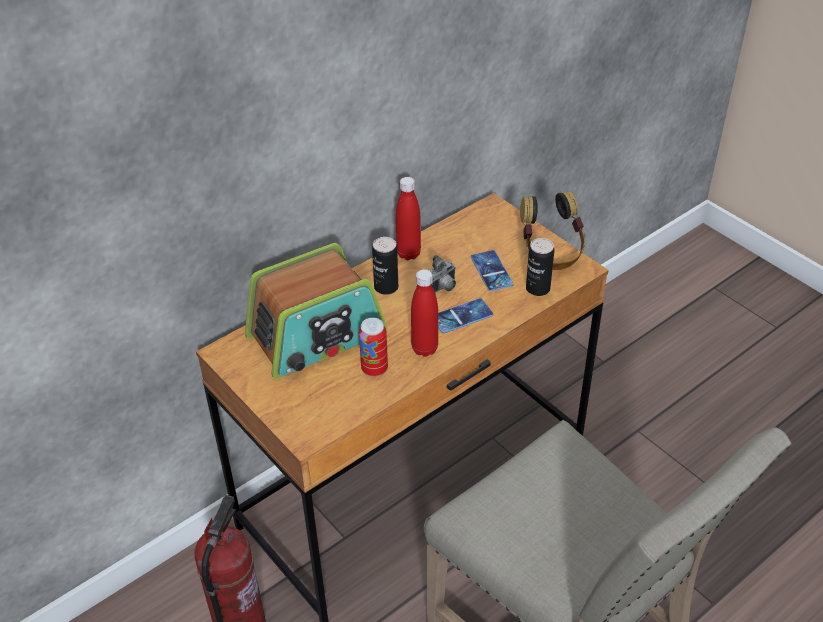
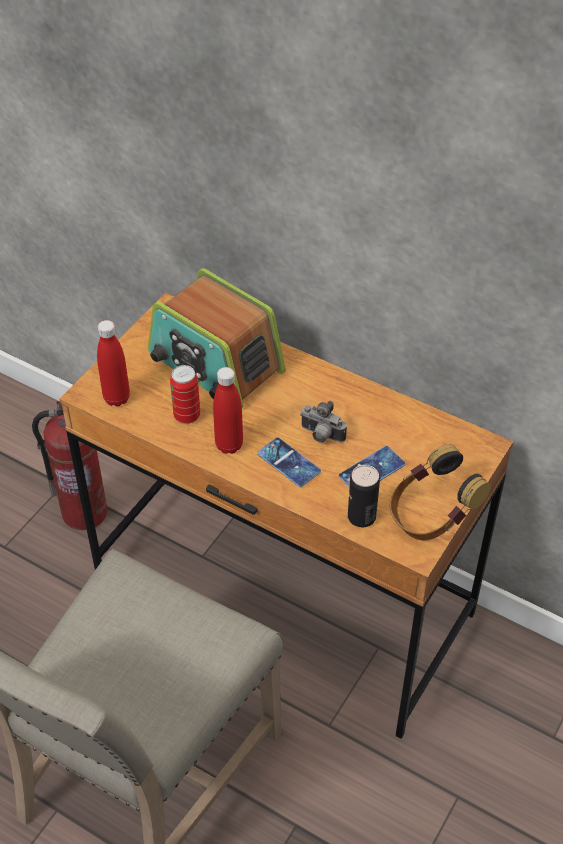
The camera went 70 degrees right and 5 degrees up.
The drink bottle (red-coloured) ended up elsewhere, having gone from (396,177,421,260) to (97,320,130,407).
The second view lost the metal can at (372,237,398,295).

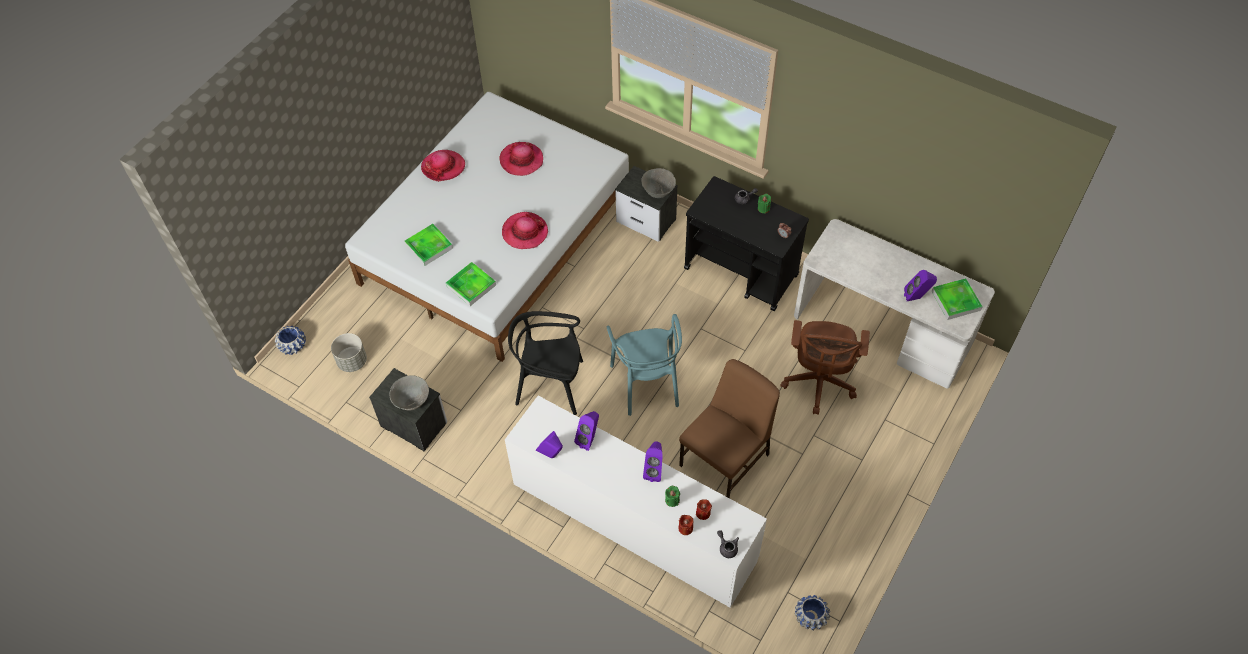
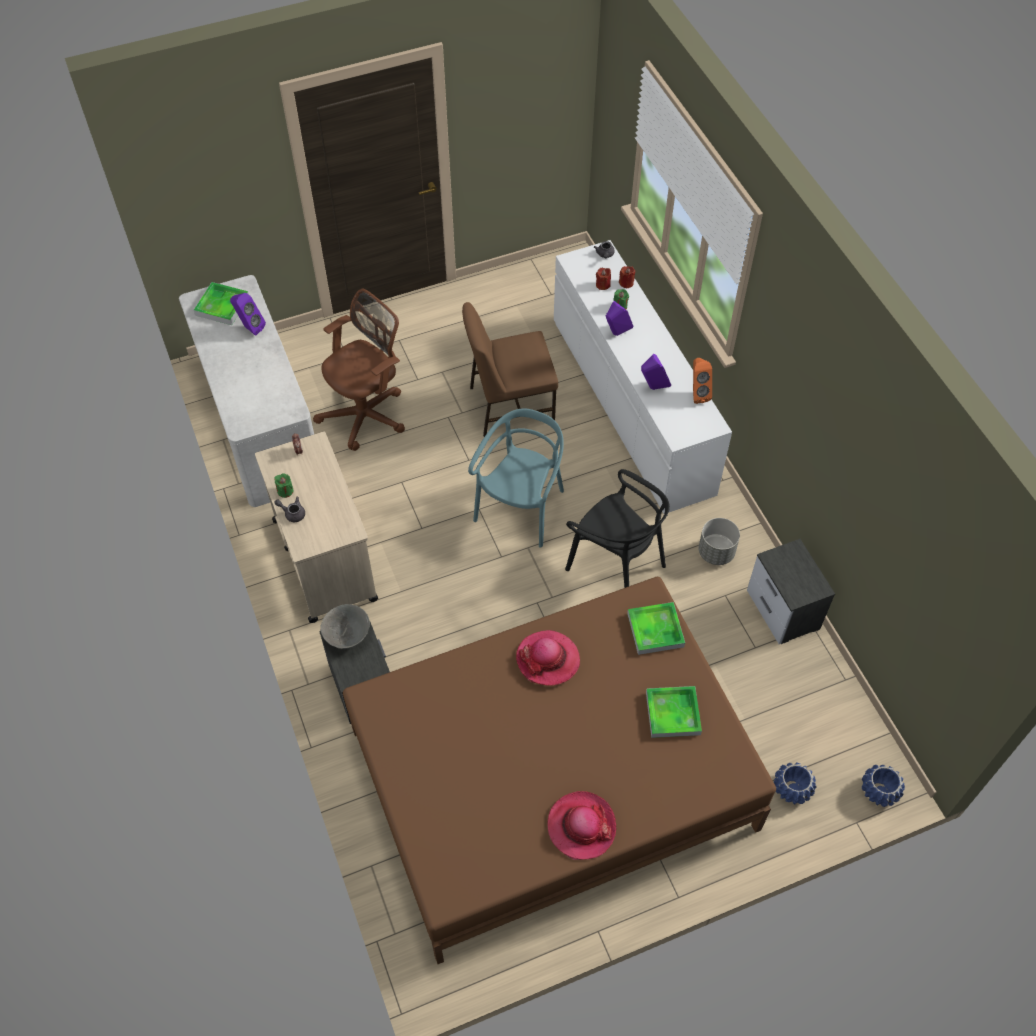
The camera went 145 degrees left and 0 degrees up.
What was the cart (black-coloured) at (684,176,809,311) turned into the cart (beige) at (255,432,378,623).
What was the sleeping bed (white) at (345,92,629,362) turned into the sleeping bed (brown-coloured) at (343,577,776,964).
What was the audio speaker (purple-coloured) at (536,431,563,458) turned into the audio speaker (orange-coloured) at (693,358,712,404).
The plant pot (grey) ended up elsewhere, having gone from (331,333,367,372) to (698,518,740,565).
The plant pot (blue) ended up elsewhere, having gone from (795,595,830,631) to (774,763,817,804).
The second view lost the serving bowl (grey) at (390,375,429,411).
The second view lost the clothing hat at (500,142,543,176).

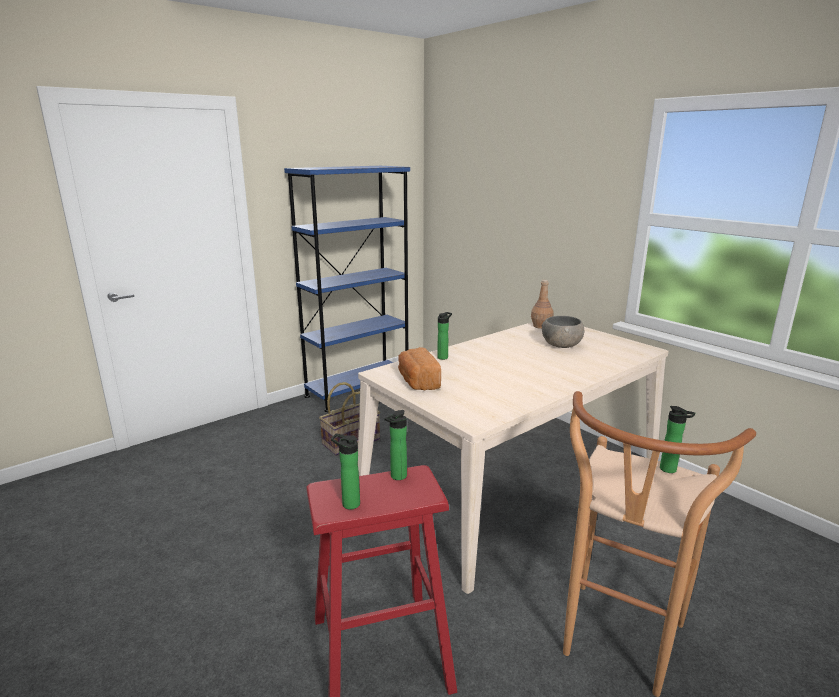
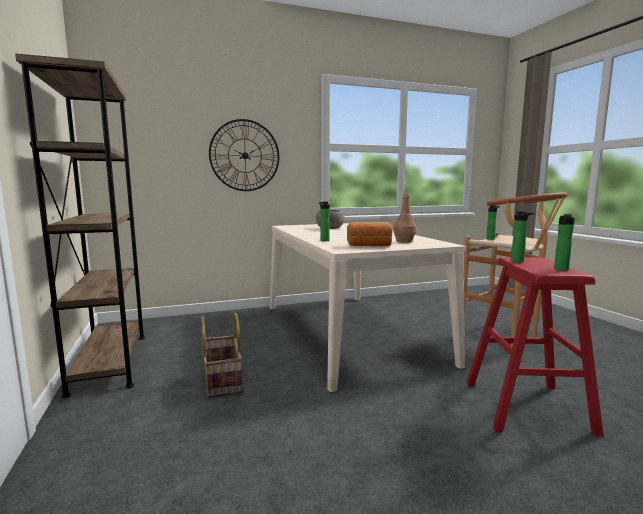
The camera went 70 degrees left and 10 degrees down.
What was the bookshelf (blue) at (284,166,410,412) turned into the bookshelf (brown-coloured) at (15,53,145,398).
The second view gained the wall clock at (209,119,279,191).
The drink bottle (brown-coloured) ended up elsewhere, having gone from (531,280,554,329) to (393,194,416,243).

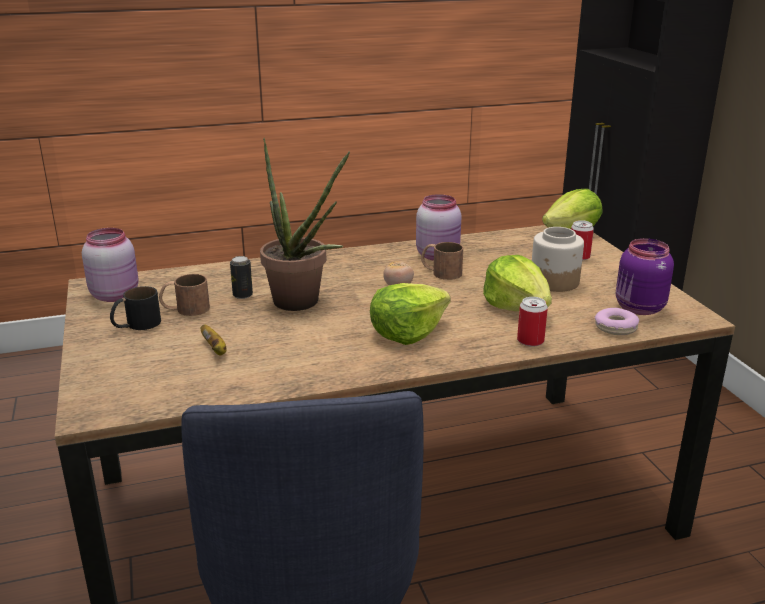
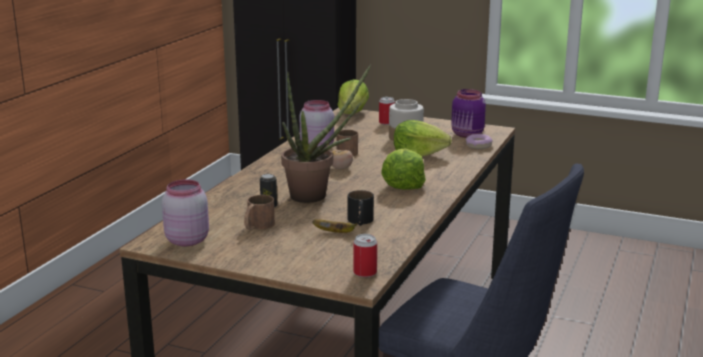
The camera went 50 degrees left and 5 degrees down.
The coffee mug (black-coloured) ended up elsewhere, having gone from (110,286,161,330) to (348,190,374,226).
The metal can ended up elsewhere, having gone from (517,297,548,347) to (353,234,377,277).

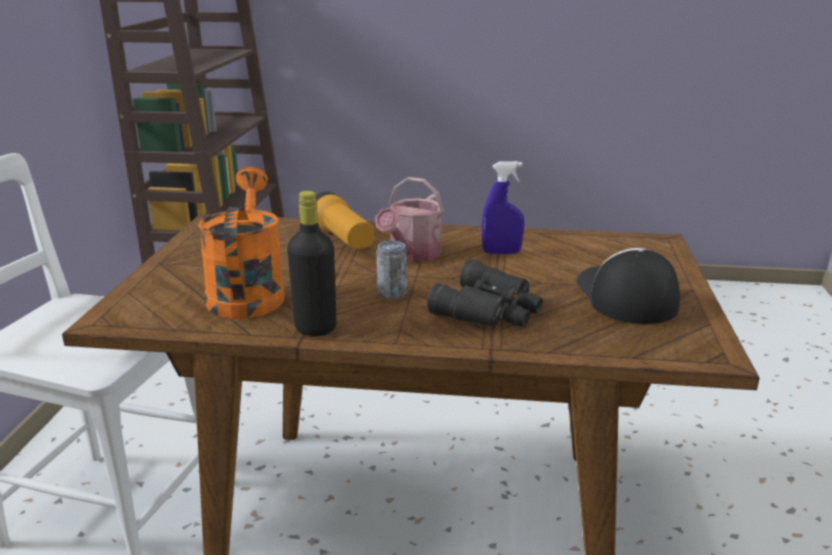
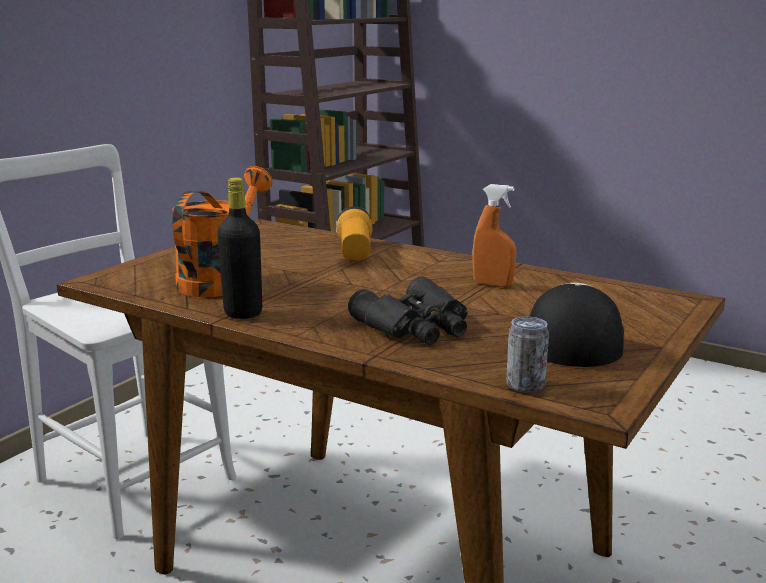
The camera went 25 degrees right and 5 degrees down.
What was the hand sprayer (blue) at (482,161,525,254) turned into the hand sprayer (orange-coloured) at (473,184,516,287).
The metal can ended up elsewhere, having gone from (377,241,407,299) to (506,317,549,393).
The second view lost the watering can at (375,177,444,262).

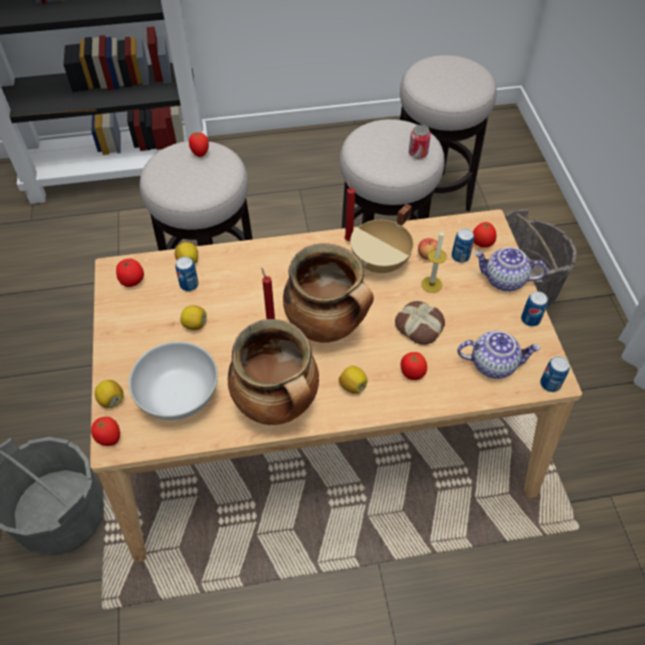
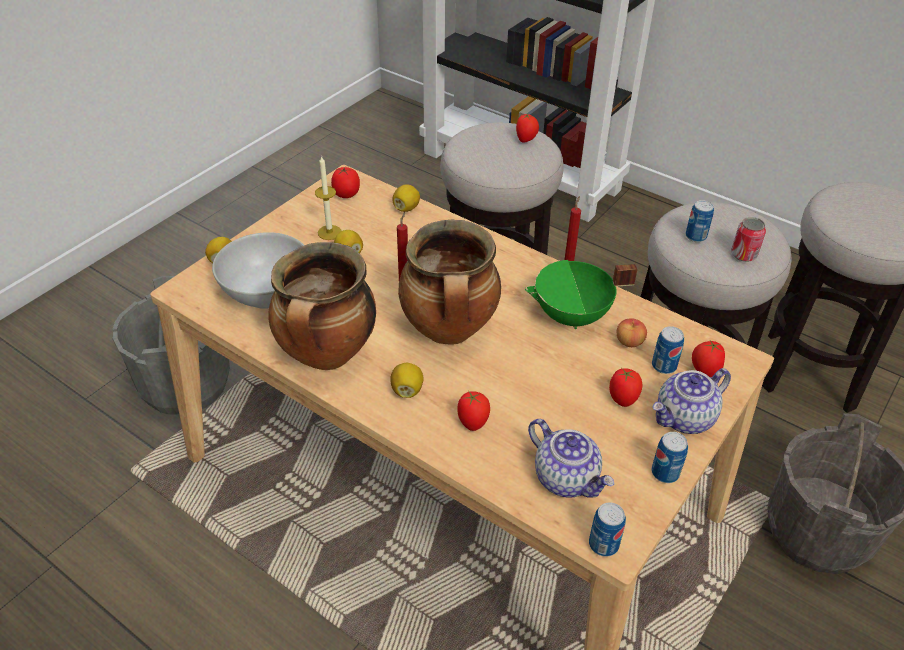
The camera went 45 degrees right and 10 degrees down.
The wax candle ended up elsewhere, having gone from (421,231,447,293) to (315,155,342,240).
What was the stockpot (beige) at (350,204,414,273) turned into the stockpot (green-coloured) at (525,260,637,329).
The whole tomato ended up elsewhere, having gone from (91,417,120,446) to (609,368,642,407).
The teapot at (474,247,547,291) ended up facing another way, 90 degrees counterclockwise from before.
The metal can ended up elsewhere, having gone from (175,257,199,291) to (685,200,714,242).
The second view lost the bakery bread at (395,301,445,345).

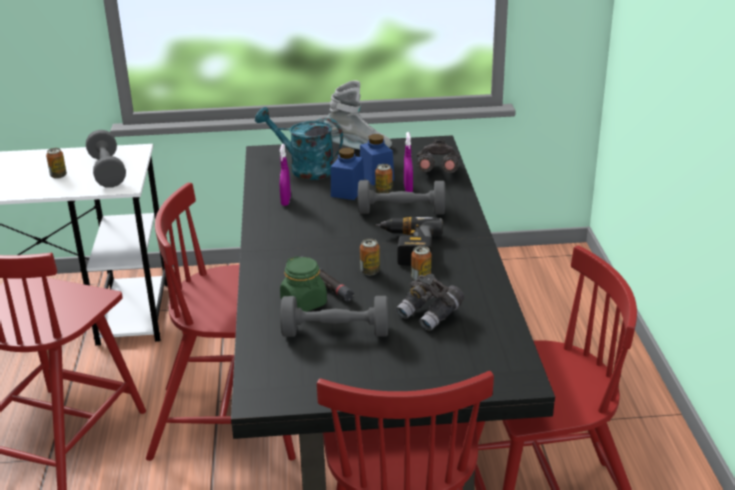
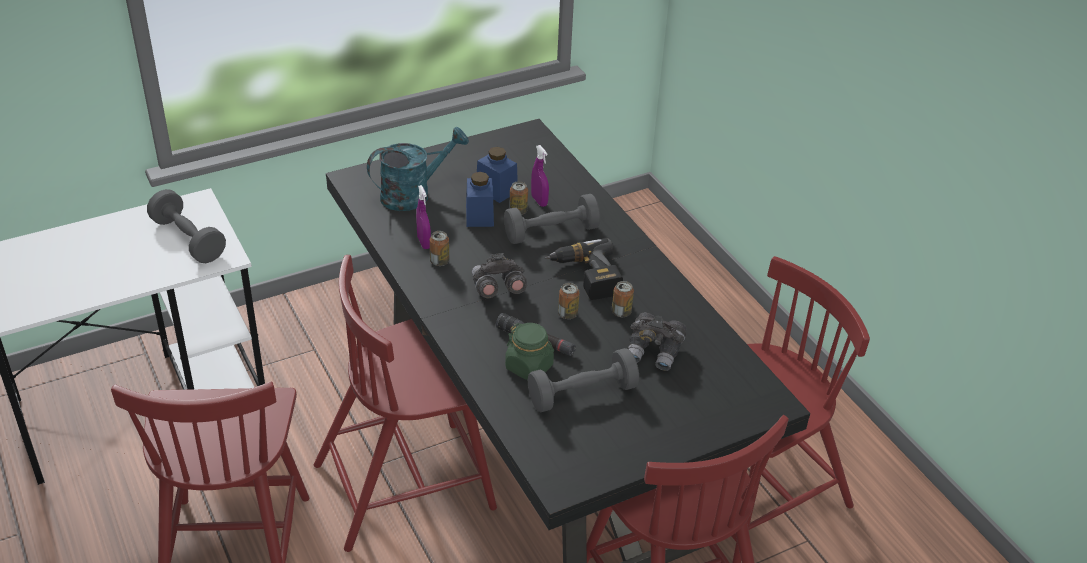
The camera went 25 degrees left and 10 degrees up.
The watering can (turquoise) at (255,107,343,180) ended up facing another way, 150 degrees clockwise from before.
The metal can ended up elsewhere, having gone from (46,148,67,179) to (430,231,449,266).
The pair of binoculars (grey) ended up elsewhere, having gone from (416,139,460,173) to (472,253,527,298).
The second view lost the tall boot (grey) at (324,80,392,149).

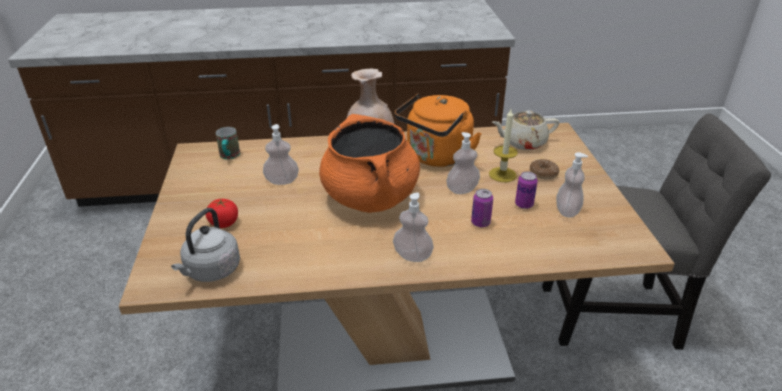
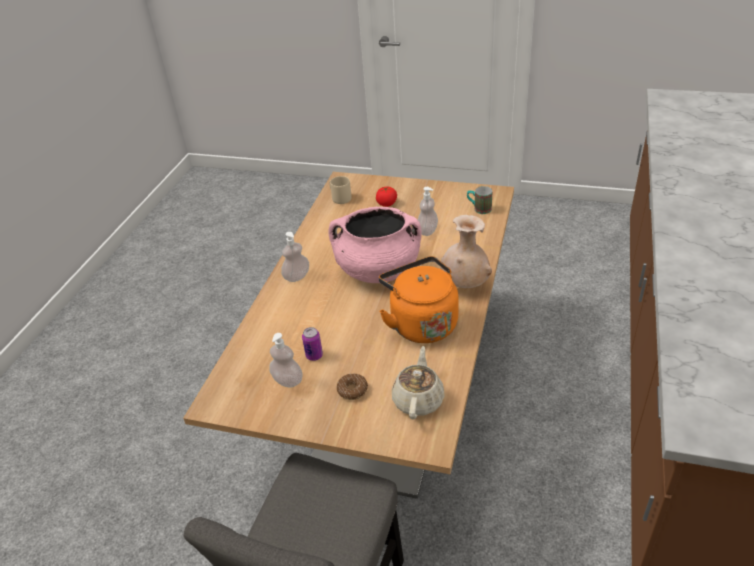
The camera went 115 degrees right and 5 degrees up.
What was the stockpot (orange-coloured) at (319,114,420,213) turned into the stockpot (pink-coloured) at (328,207,422,283).
Where the kettle (grey) stood at (171,208,240,282), the coffee mug (beige) came to stand at (330,176,352,204).
The second view lost the soap bottle at (446,132,480,194).
The second view lost the metal can at (471,189,493,227).
The second view lost the wax candle at (489,109,518,182).

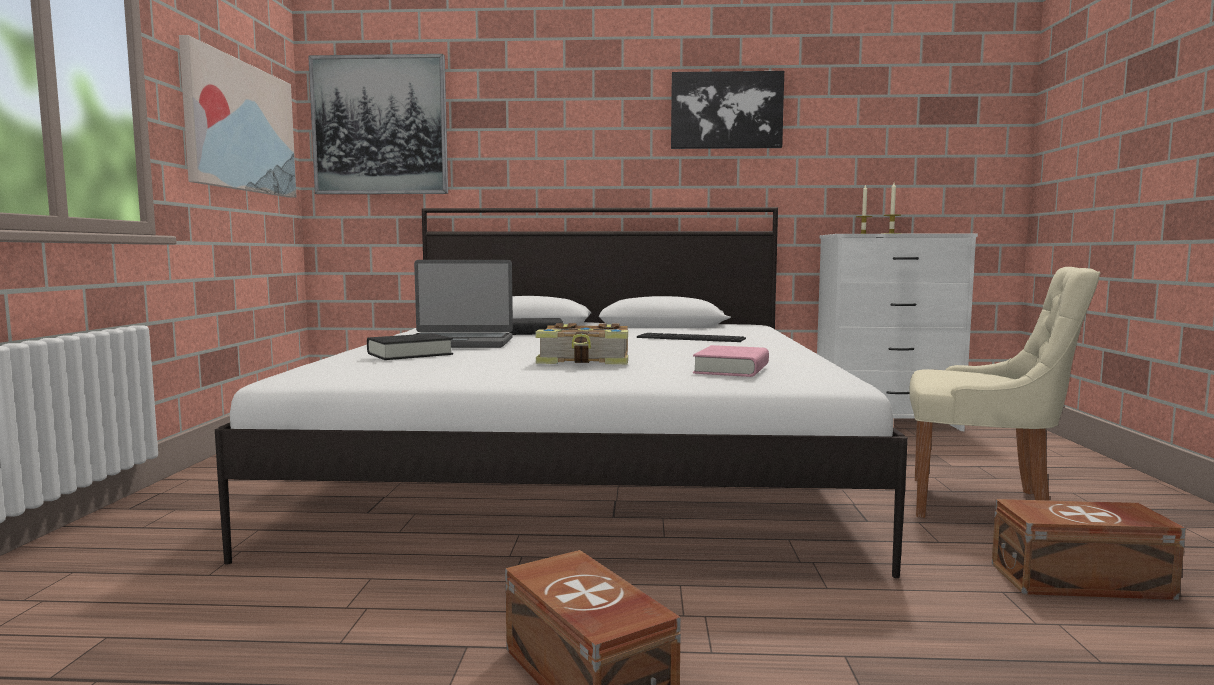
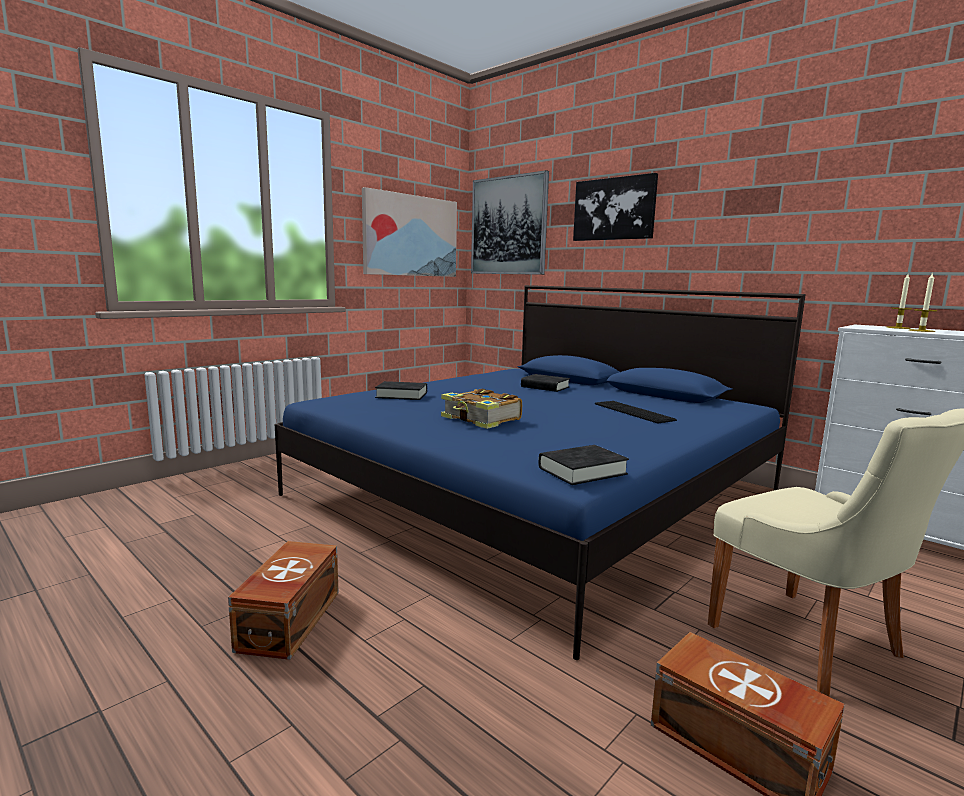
The camera went 40 degrees right and 5 degrees up.
What was the sleeping bed (white) at (215,207,908,578) turned into the sleeping bed (blue) at (275,285,806,660).
The second view gained the bound book (black-coloured) at (538,445,629,485).
The wall art ended up elsewhere, having gone from (671,71,784,149) to (573,173,658,241).
The second view lost the portable computer at (413,260,513,348).
The second view lost the bound book (pink-coloured) at (693,345,769,377).

